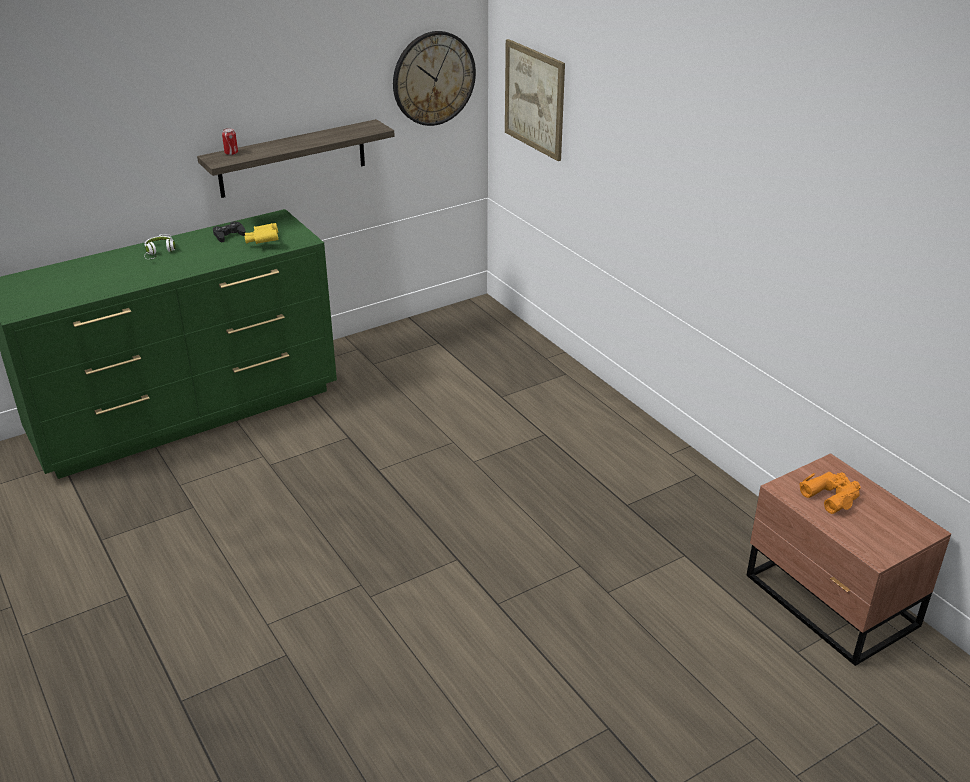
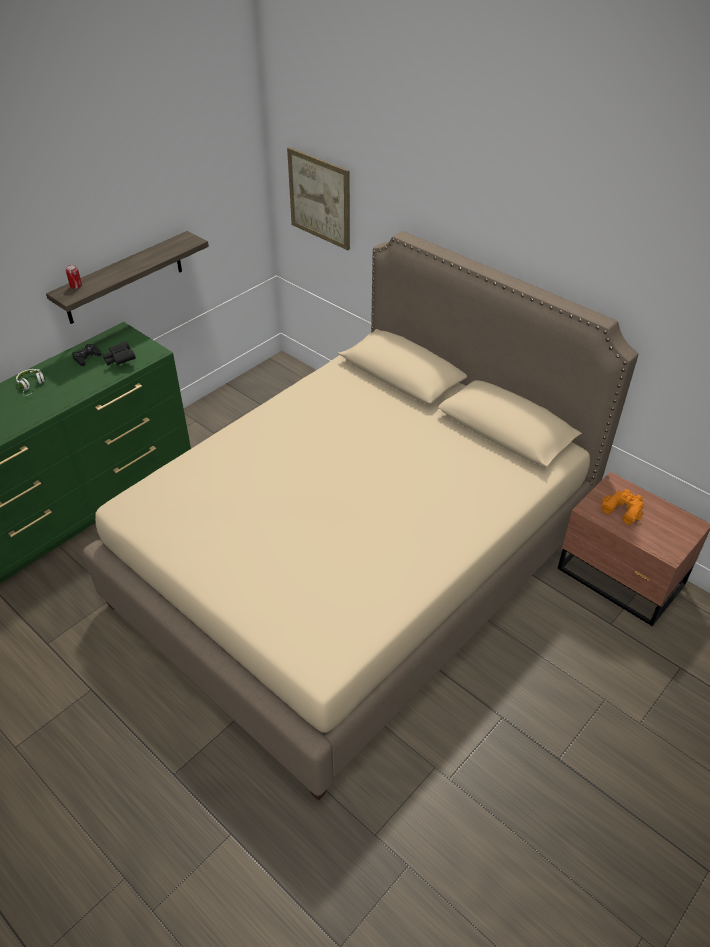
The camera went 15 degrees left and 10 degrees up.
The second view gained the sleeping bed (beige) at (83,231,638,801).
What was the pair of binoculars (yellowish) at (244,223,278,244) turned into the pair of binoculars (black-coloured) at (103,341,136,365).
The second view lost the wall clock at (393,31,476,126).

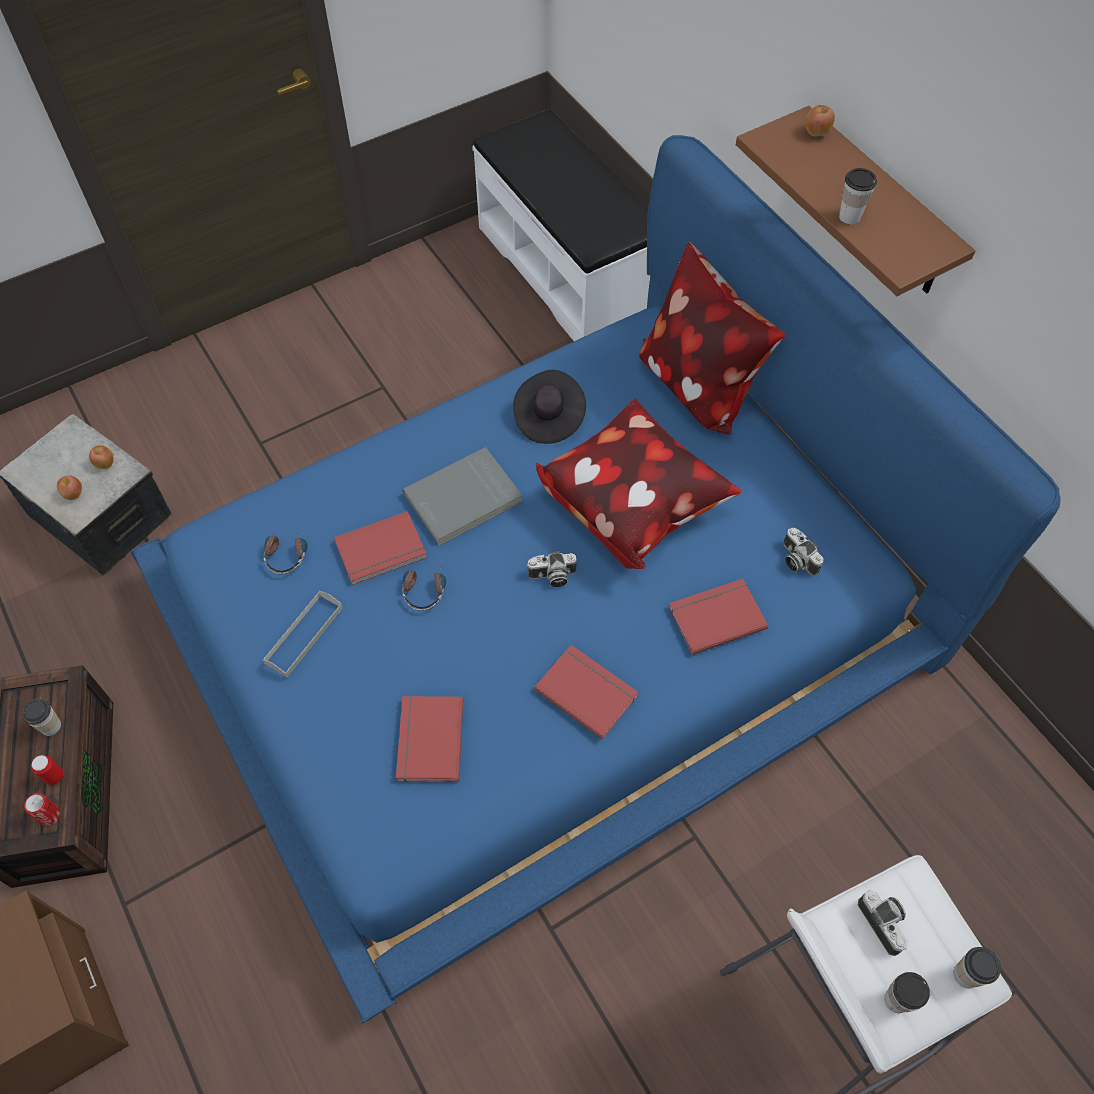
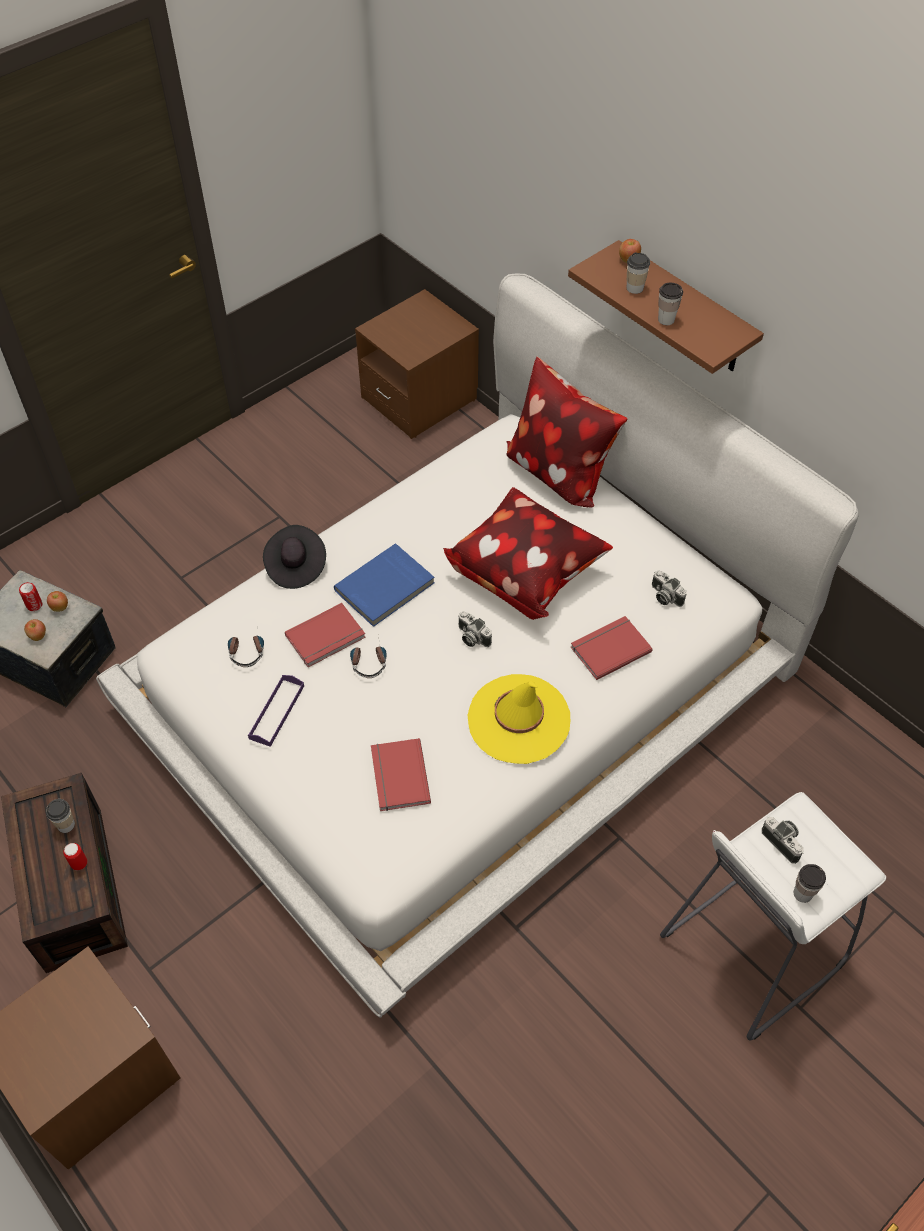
The camera went 10 degrees left and 5 degrees down.
The metal can ended up elsewhere, having gone from (24,793,60,826) to (19,582,42,611).
What was the sleeping bed (blue) at (131,135,1061,1023) turned into the sleeping bed (white) at (96,273,858,1017).
What was the carrying tray (grey) at (262,591,343,677) turned into the carrying tray (purple-coloured) at (248,675,304,747).
The clothing hat (black-coloured) ended up elsewhere, having gone from (513,370,586,444) to (263,525,326,589).
What was the bound book (grey) at (403,447,523,546) turned into the bound book (blue) at (334,544,435,627).
Where the long seat (white) stood at (472,109,650,341), the nightstand (brown-coloured) came to stand at (355,289,479,439).
The still camera at (527,551,577,587) ended up facing another way, 60 degrees clockwise from before.
Where the bound book (red-coloured) stood at (534,645,638,739), the clothing hat (yellowish) came to stand at (468,674,570,764).
The drinking cup ended up elsewhere, having gone from (954,947,1001,988) to (627,253,650,294).

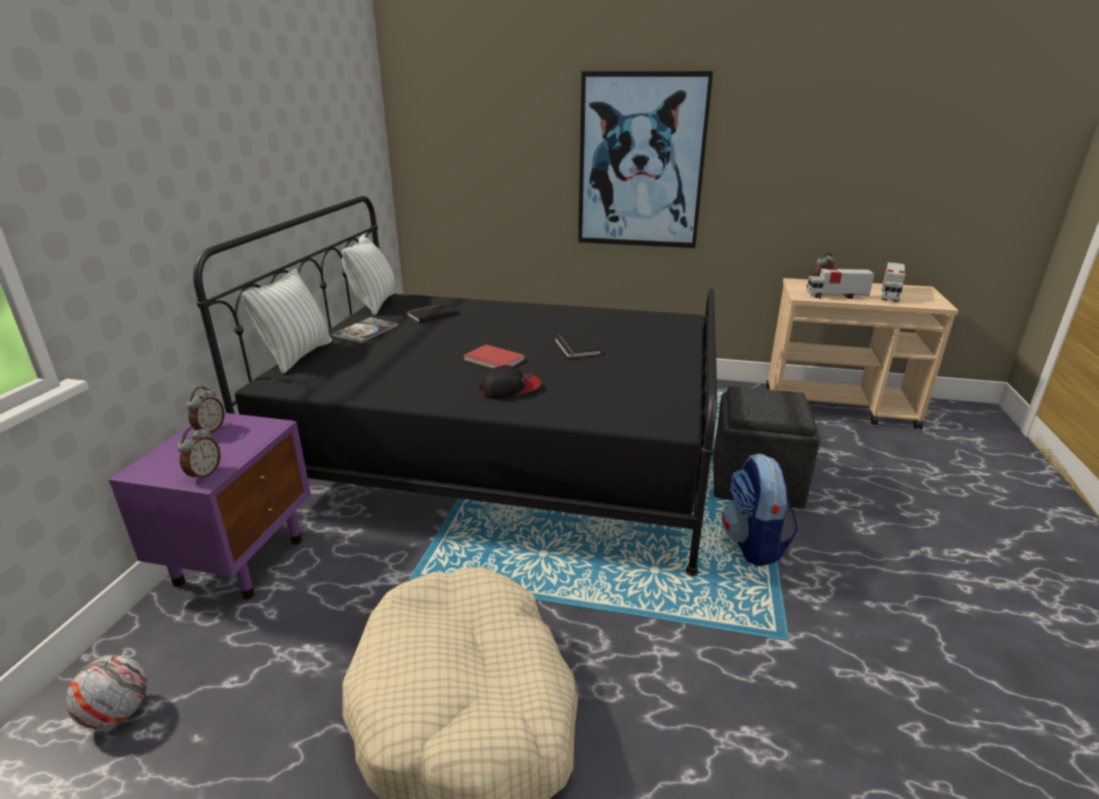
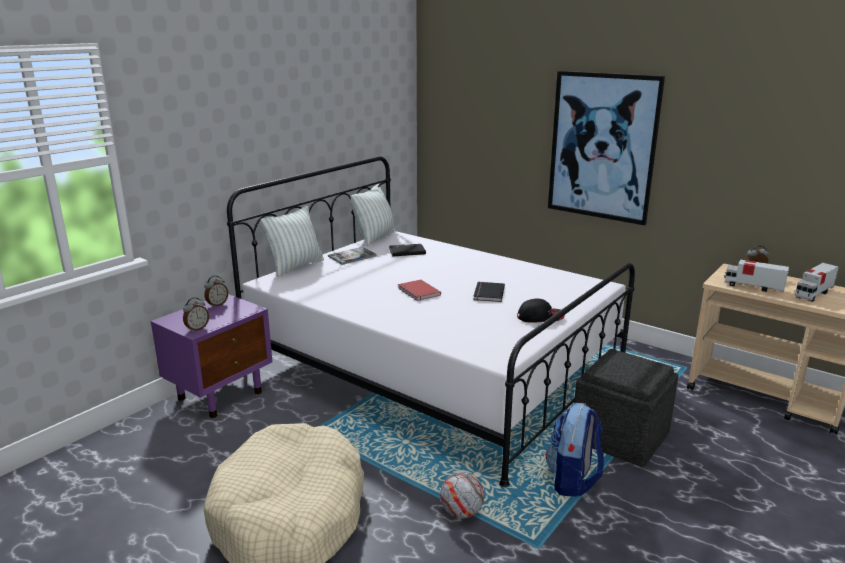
The camera went 25 degrees right and 5 degrees down.
What was the sleeping bed (black-coloured) at (193,196,717,576) turned into the sleeping bed (white) at (227,156,635,487).
The ball for football ended up elsewhere, having gone from (66,655,147,729) to (440,472,484,518).
The peaked cap ended up elsewhere, having gone from (480,365,541,399) to (517,299,565,323).

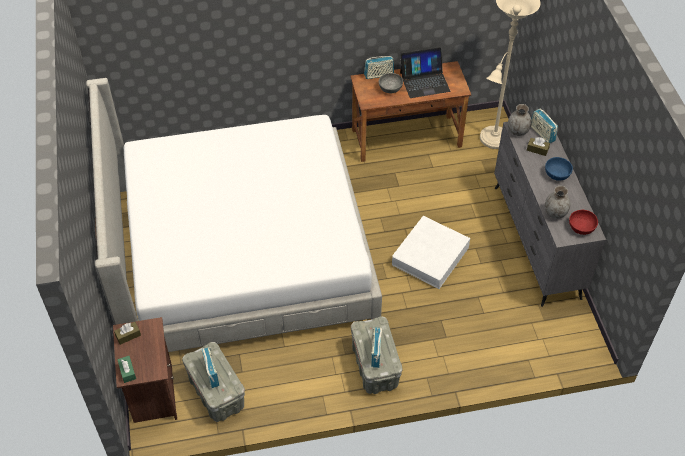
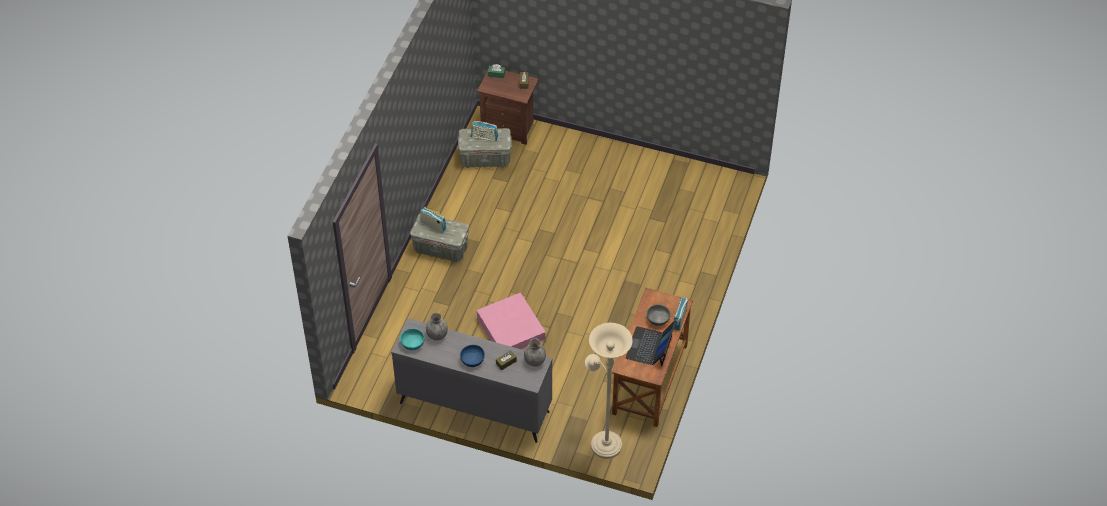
The camera went 120 degrees right and 0 degrees up.
What was the serving bowl (red-coloured) at (569,210,598,235) turned into the serving bowl (turquoise) at (400,328,425,350).
What was the storage box (white) at (392,216,470,289) turned into the storage box (pink-coloured) at (477,293,546,350).
The second view lost the sleeping bed at (86,78,382,352).
The second view lost the radio receiver at (531,109,558,143).

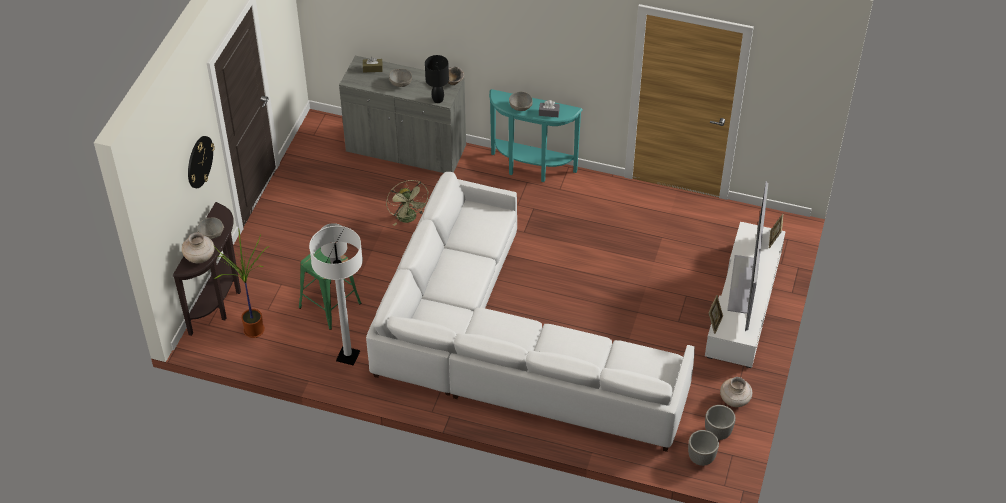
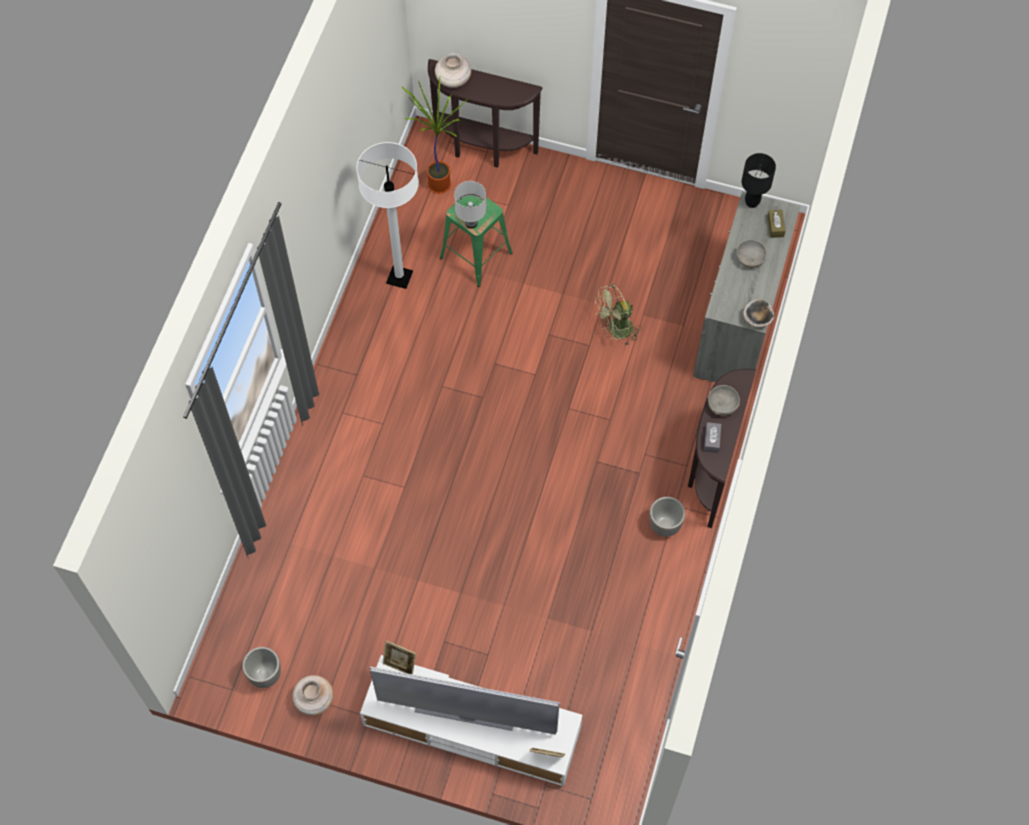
The camera went 90 degrees right and 15 degrees up.
The plant pot ended up elsewhere, having gone from (688,430,719,466) to (649,497,685,537).
What was the hall table (turquoise) at (489,89,583,182) turned into the hall table (brown-coloured) at (688,369,756,528).
The lamp for a table (black-coloured) ended up elsewhere, having gone from (425,55,449,103) to (741,153,776,208).
The second view lost the wall clock at (188,136,215,188).
The second view lost the serving bowl (grey) at (197,217,224,239).
The second view lost the couch (white) at (366,172,695,452).

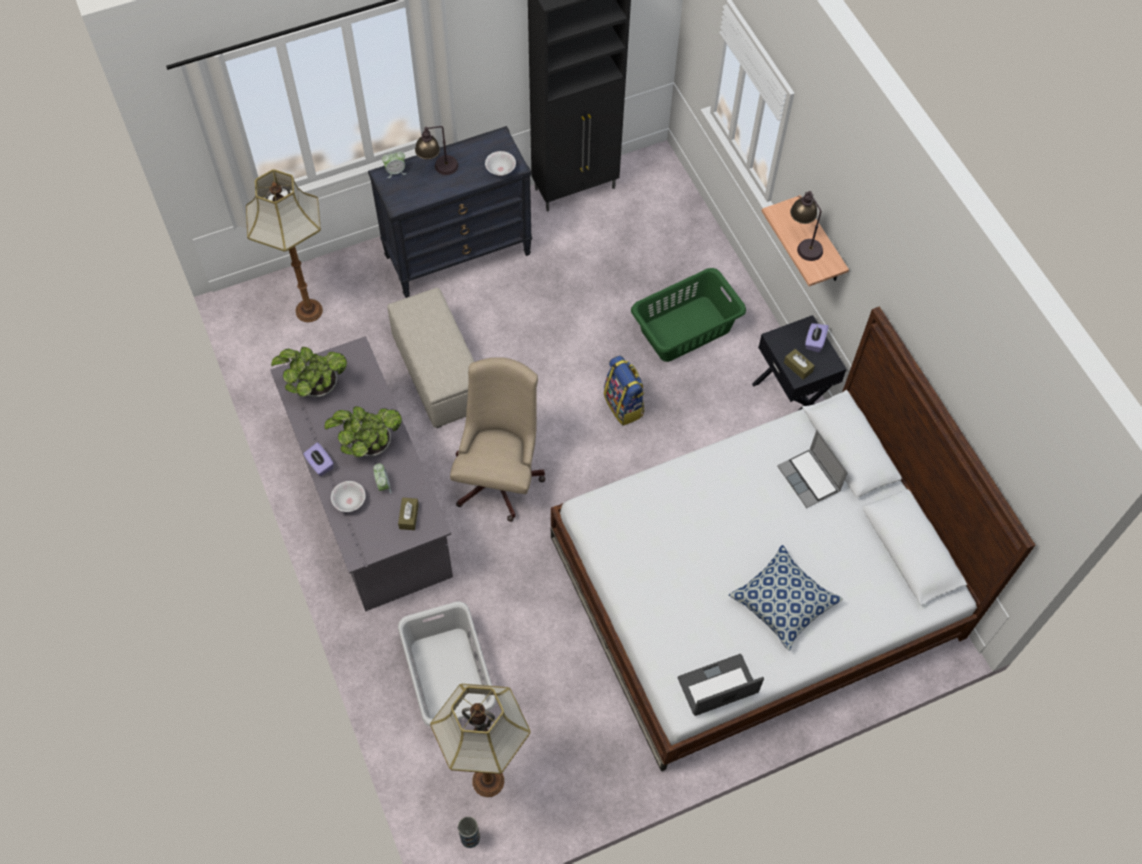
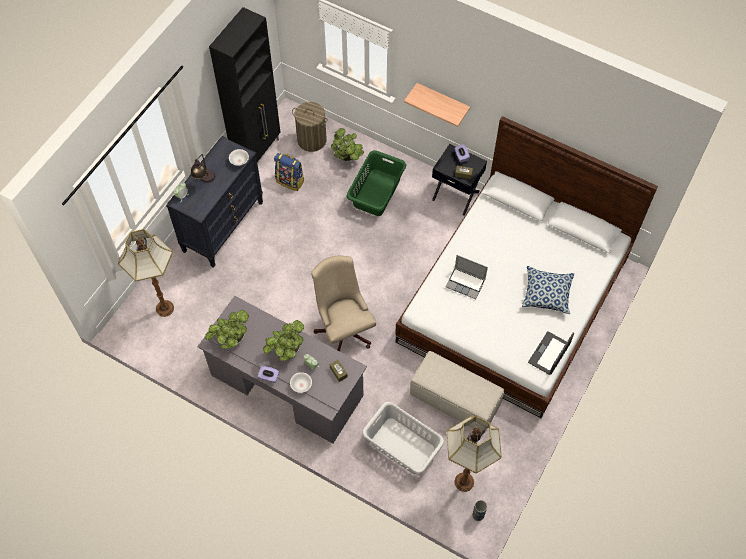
The camera went 35 degrees left and 0 degrees up.
The knapsack ended up elsewhere, having gone from (604,356,645,426) to (274,153,304,191).
The second view gained the hamper at (292,102,327,152).
The second view gained the plant in a pot at (331,128,364,162).
The footrest (beige) ended up elsewhere, having gone from (387,288,474,428) to (410,351,504,433).
The portable computer ended up elsewhere, having gone from (777,430,848,508) to (445,255,488,299).
The second view lost the lamp for a table at (790,191,823,261).

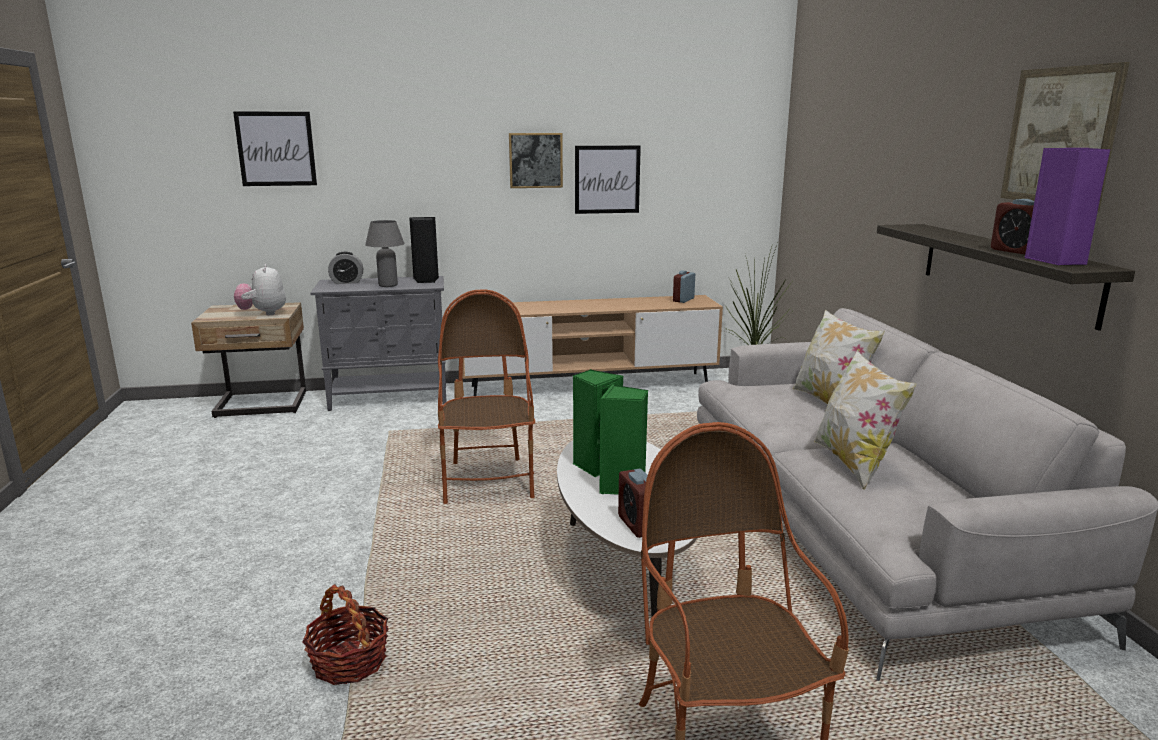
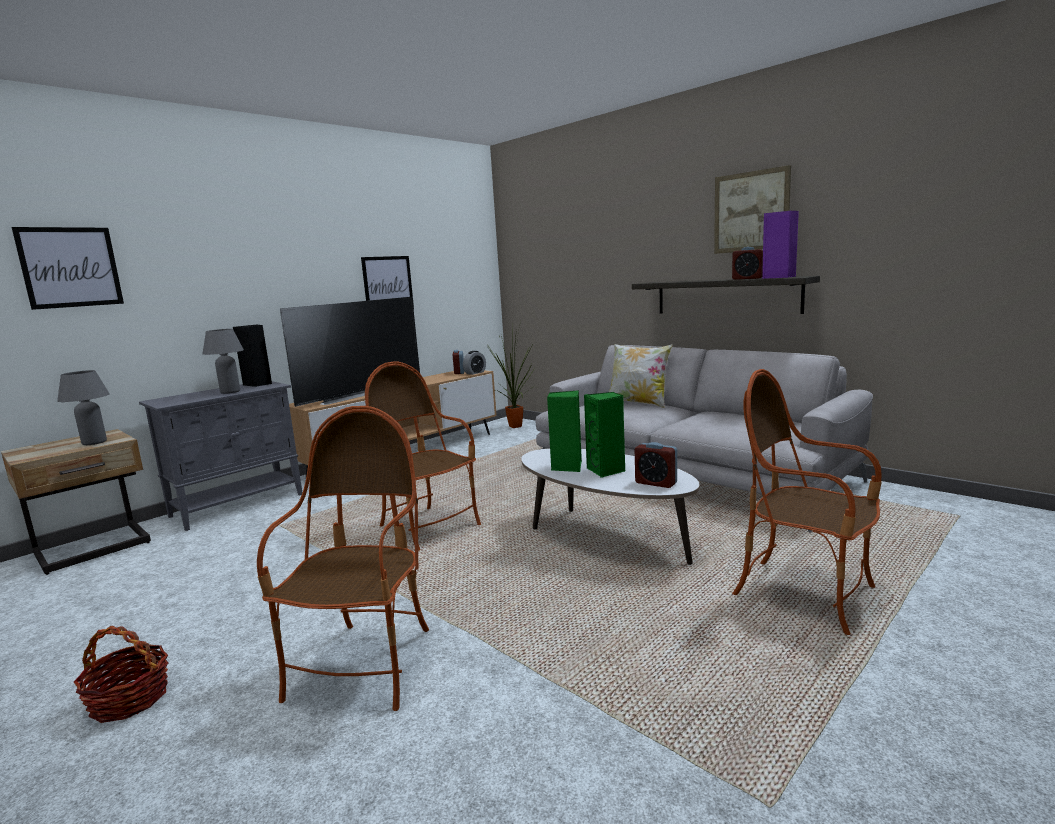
The camera went 35 degrees left and 5 degrees down.
Where the plush toy stood at (234,264,286,315), the lamp for a table (grey) came to stand at (57,370,110,445).
The storage basket ended up elsewhere, having gone from (302,584,389,685) to (74,626,168,723).
The second view gained the lounge chair at (257,406,429,711).
The second view gained the TV at (280,297,420,407).
The table clock ended up elsewhere, having gone from (328,252,363,284) to (463,351,486,375).
The second view lost the wall art at (509,133,563,188).
The second view lost the cushion at (814,350,917,490).

